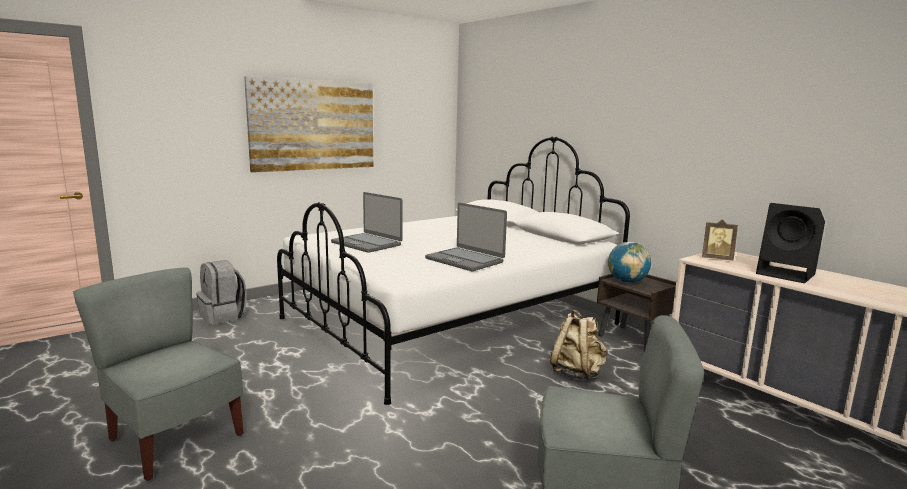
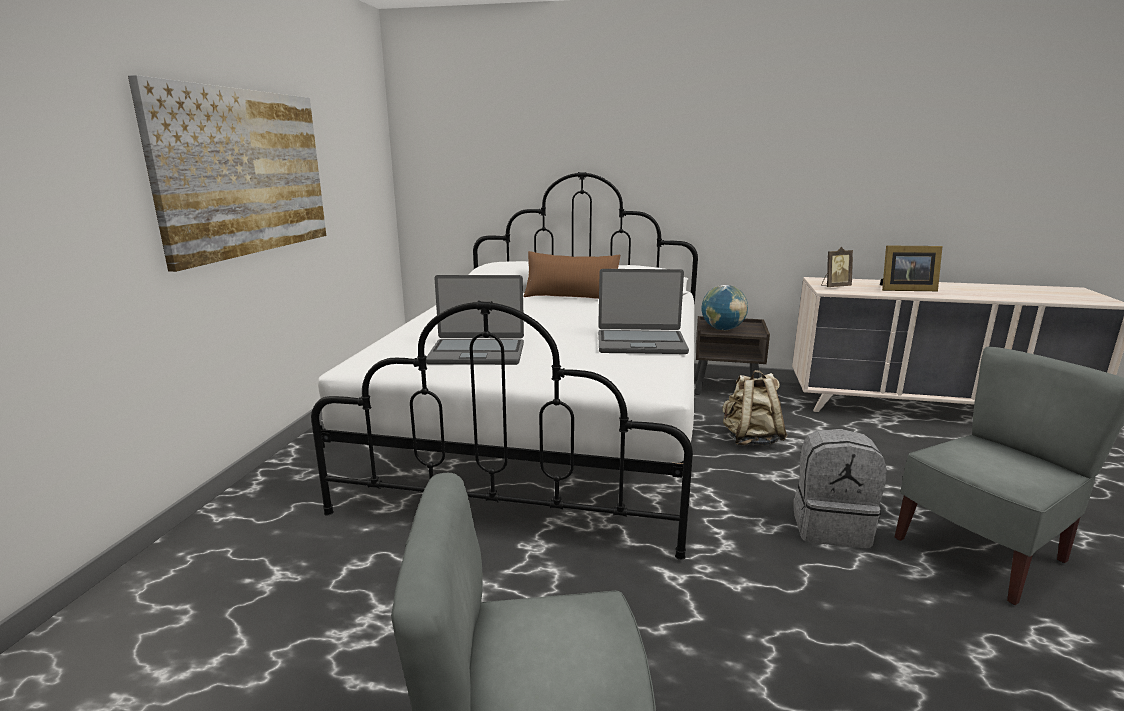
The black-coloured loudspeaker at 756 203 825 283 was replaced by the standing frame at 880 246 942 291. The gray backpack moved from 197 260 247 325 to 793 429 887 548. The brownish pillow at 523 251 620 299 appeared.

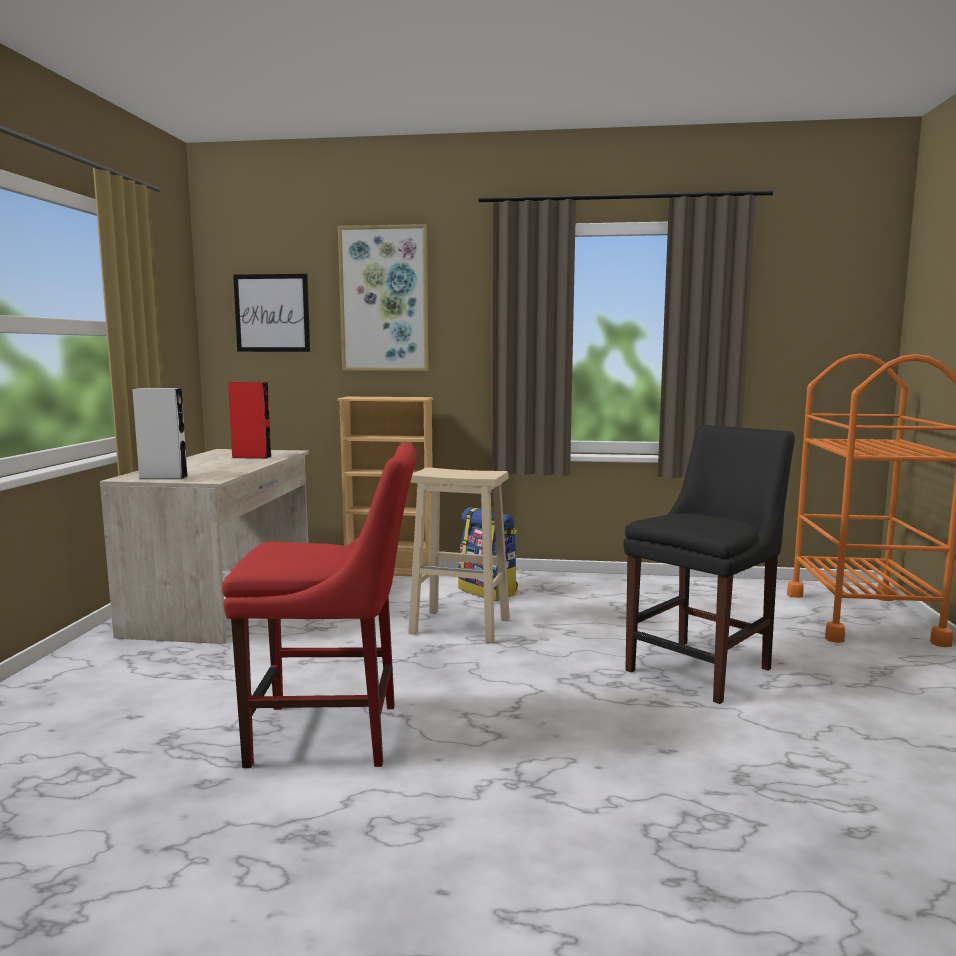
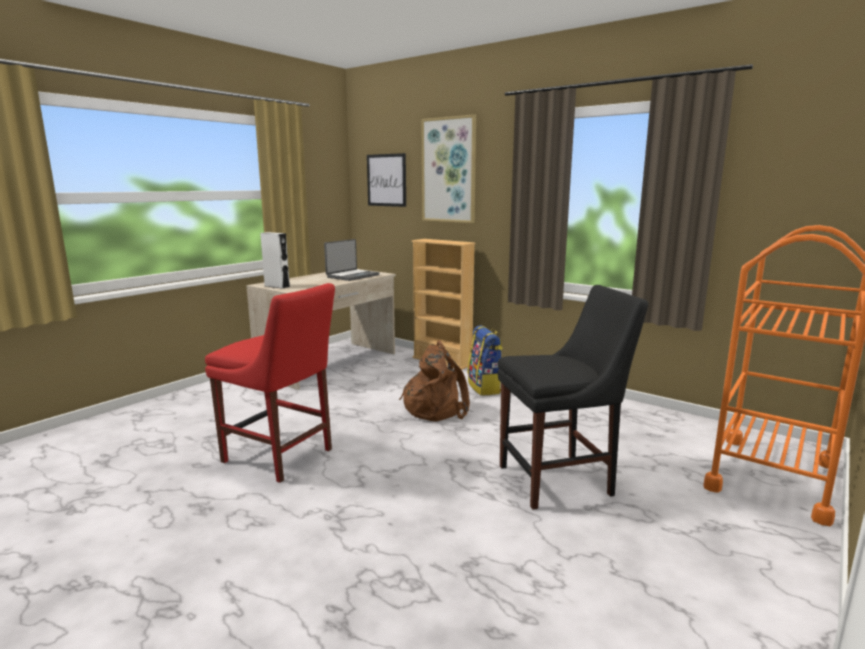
The reddish loudspeaker at 228 382 272 459 was replaced by the laptop at 324 239 379 281. The beige-coloured sitting stool at 408 467 510 643 was replaced by the brownish backpack at 399 340 470 422.

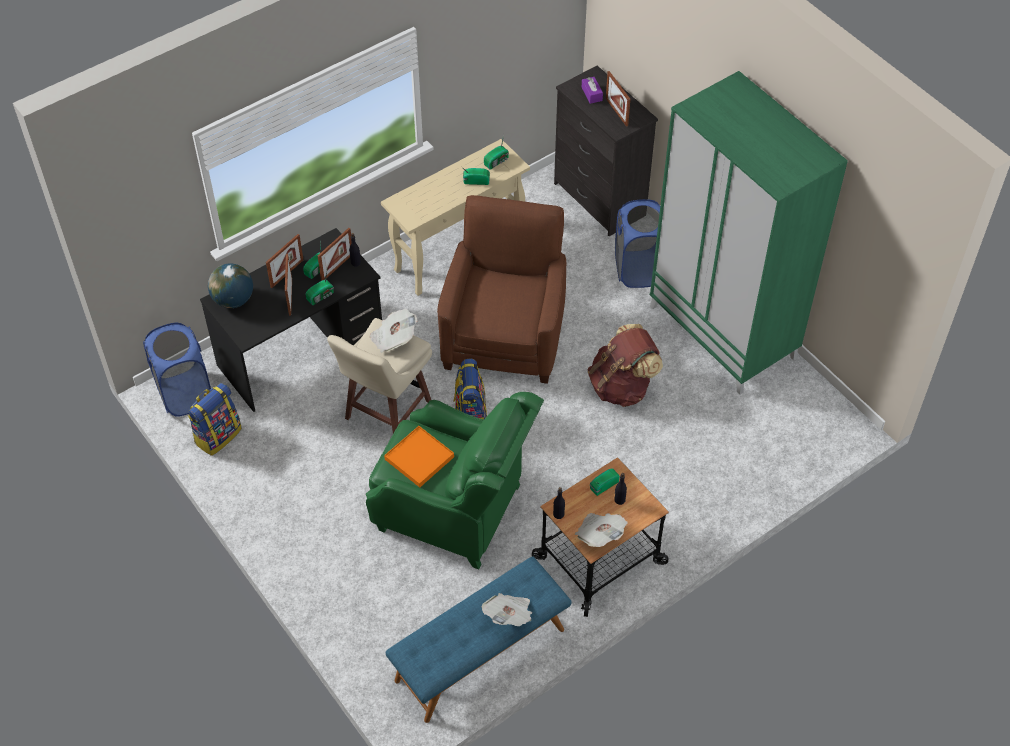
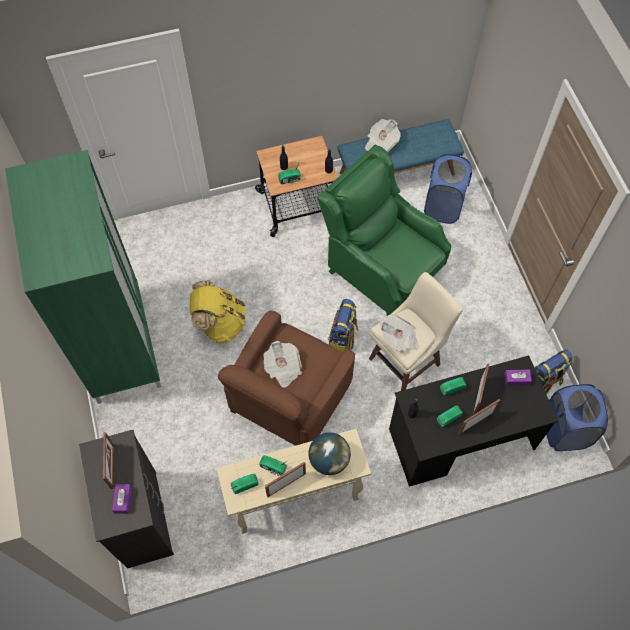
The bluish laundry basket moved from 615 199 660 288 to 424 154 472 224. The standing frame moved from 318 228 352 281 to 265 462 306 497. The globe moved from 208 263 253 308 to 308 432 351 475. The brownish backpack at 587 324 663 407 became the yellow backpack at 190 281 246 343. The orangey carrying tray at 384 426 454 487 disappeared. The daily paper moved from 575 513 628 547 to 263 341 302 388. The purplish box of tissues at 504 369 532 386 appeared.

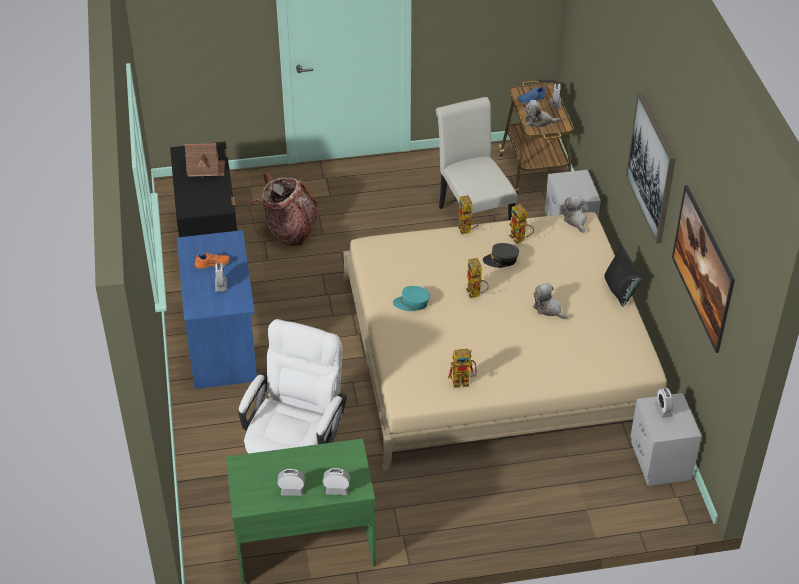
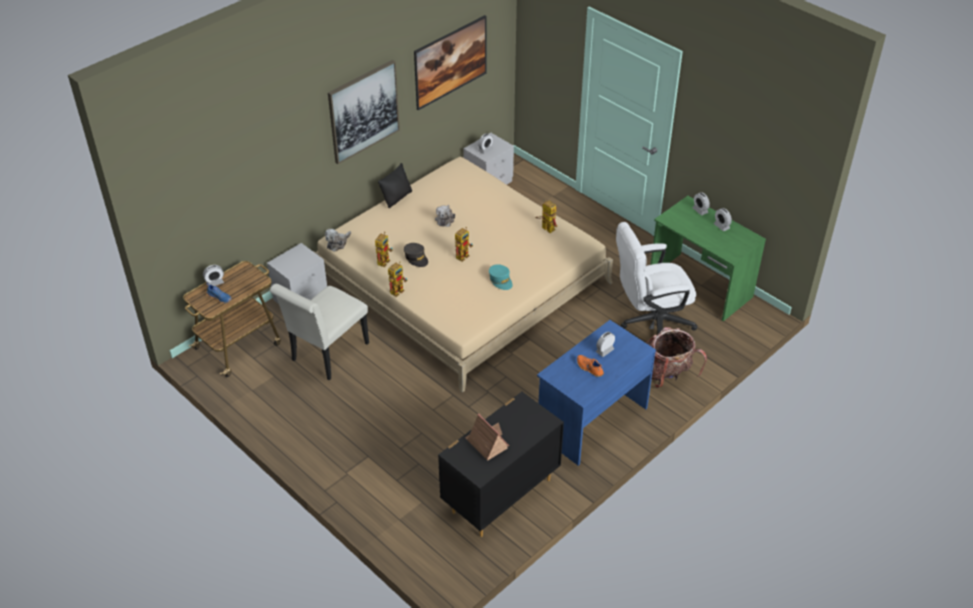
The plush toy at 524 100 561 128 disappeared. The backpack moved from 249 172 318 246 to 646 327 707 388.

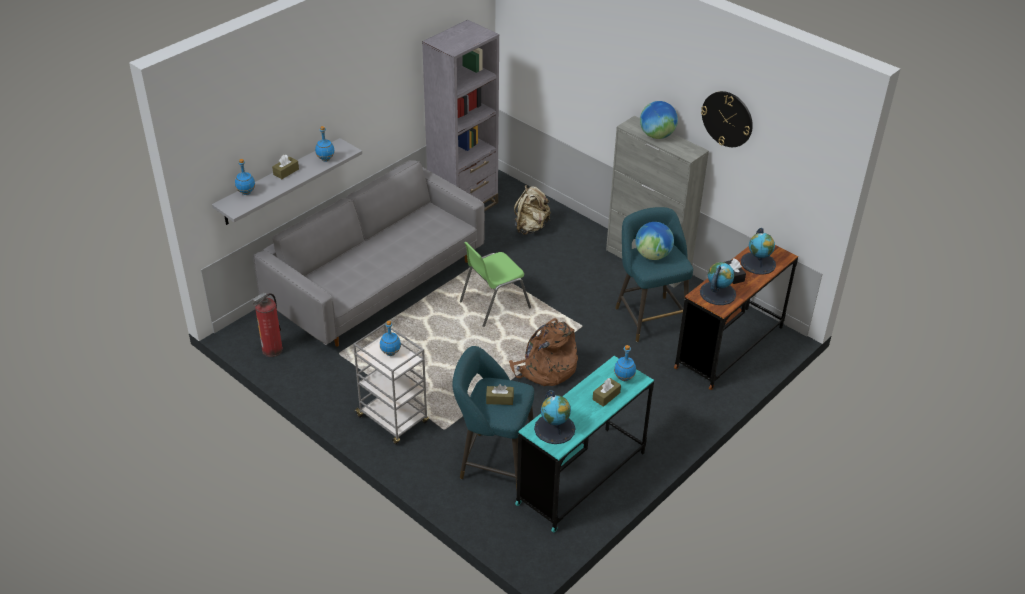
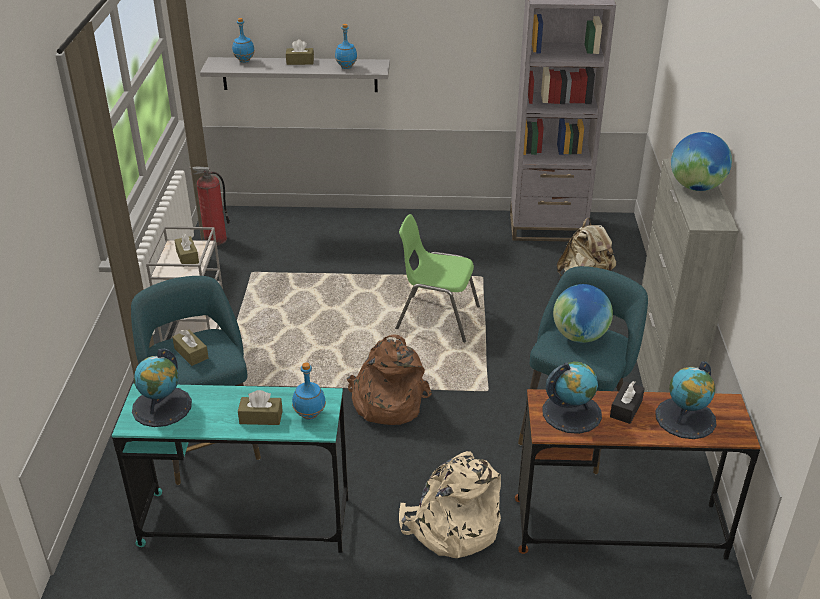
The wall clock at 701 91 753 147 disappeared. The gray sofa at 253 160 485 347 disappeared. The bluish drink bottle at 380 320 401 356 was replaced by the brownish box of tissues at 174 233 199 264. The beige-coloured backpack at 399 451 501 558 appeared.

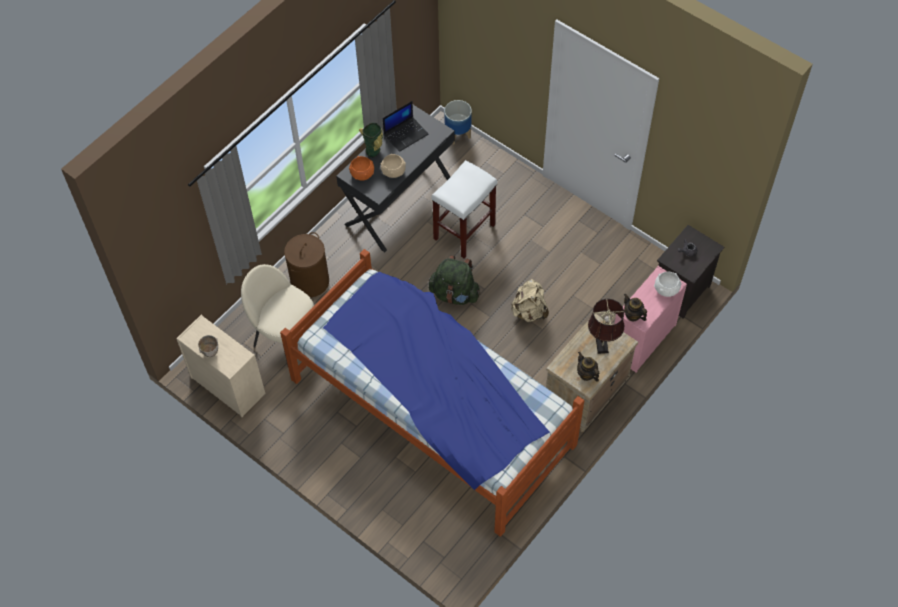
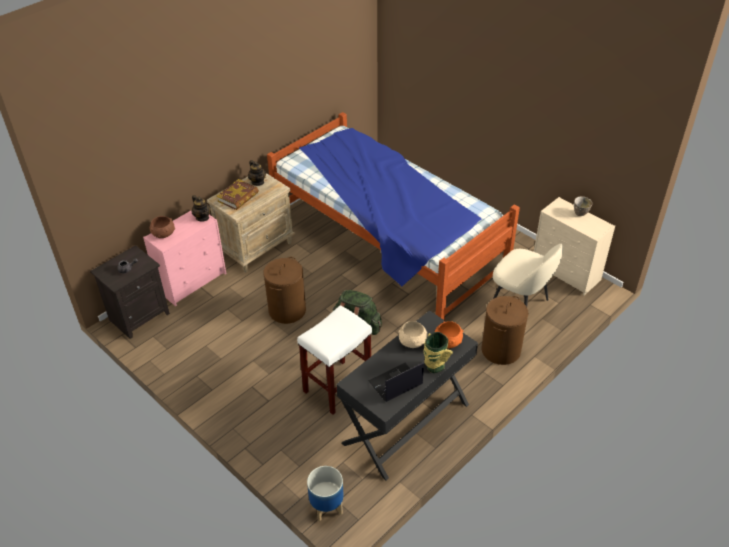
The white-coloured serving bowl at 654 272 682 297 became the brownish serving bowl at 149 216 175 238. The beige-coloured backpack at 511 279 549 322 was replaced by the brownish laundry basket at 263 257 306 324. The brownish tabletop lamp at 588 299 624 354 was replaced by the volume at 217 179 259 210.

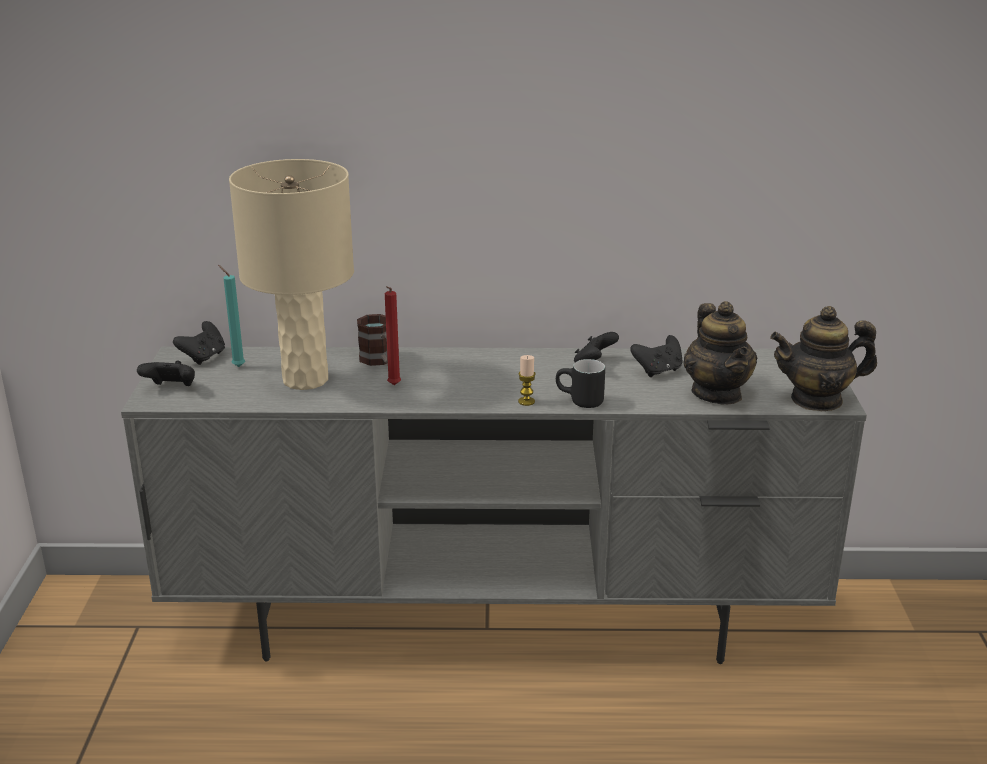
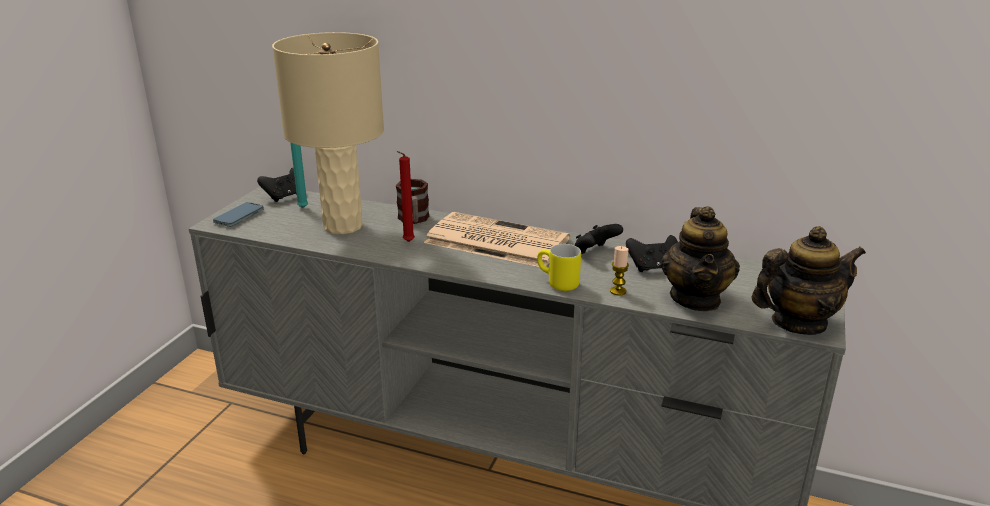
The teapot at 770 306 877 411 turned 150 degrees clockwise. The wax light moved from 518 355 536 406 to 610 246 629 296. The black-coloured tea mug at 556 359 605 408 became the yellow tea mug at 537 244 581 291. The black-coloured gamepad at 137 361 195 386 was replaced by the handset at 213 202 264 227. The daily paper at 424 212 570 267 appeared.

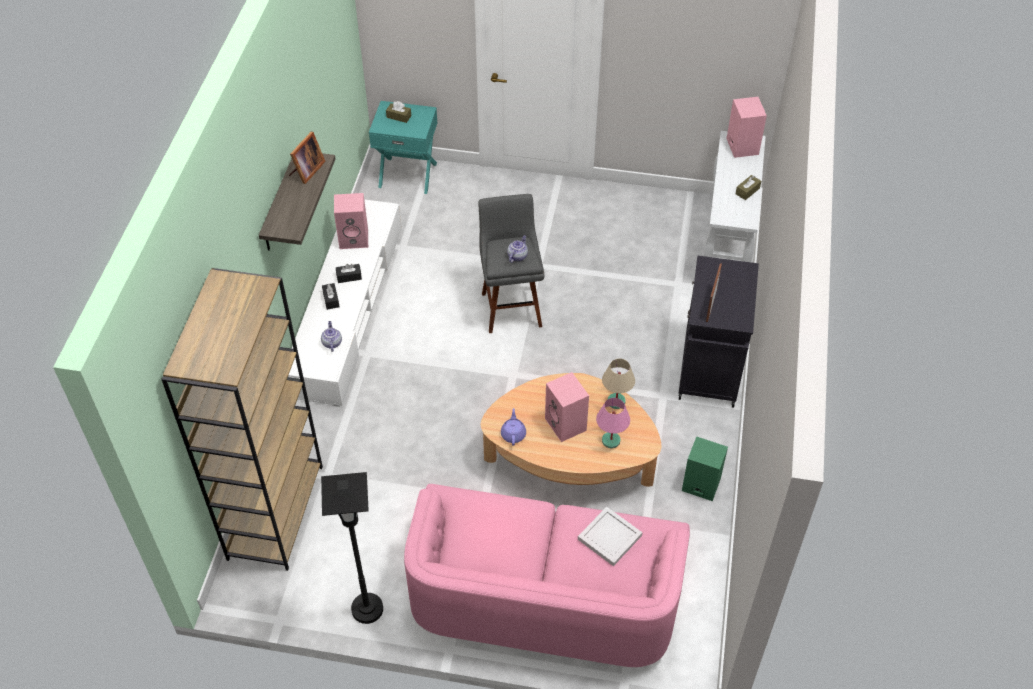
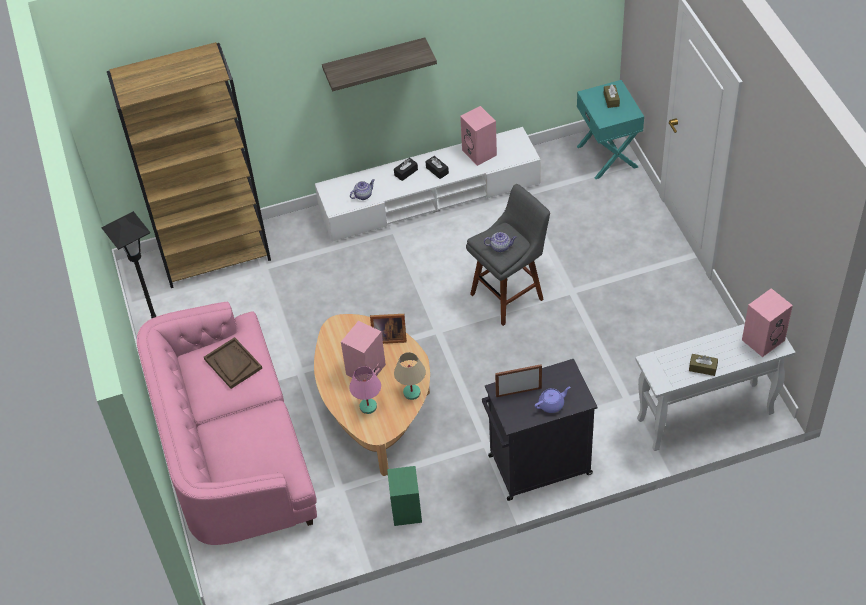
The standing frame moved from 289 132 326 184 to 370 314 407 344. The purplish teapot moved from 501 408 526 445 to 535 387 570 413. The white-coloured carrying tray at 578 507 643 566 disappeared. The brownish carrying tray at 204 337 262 389 appeared.

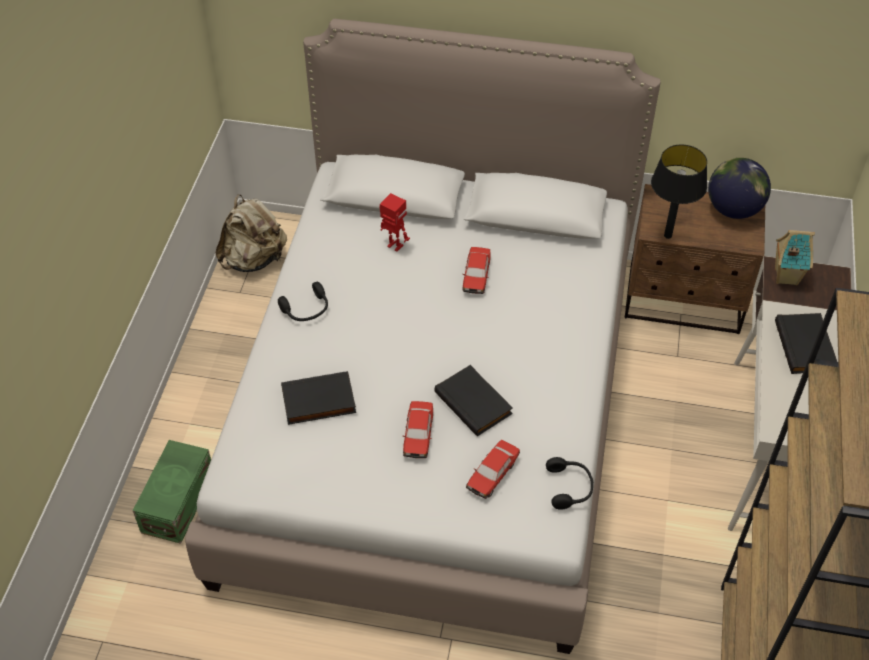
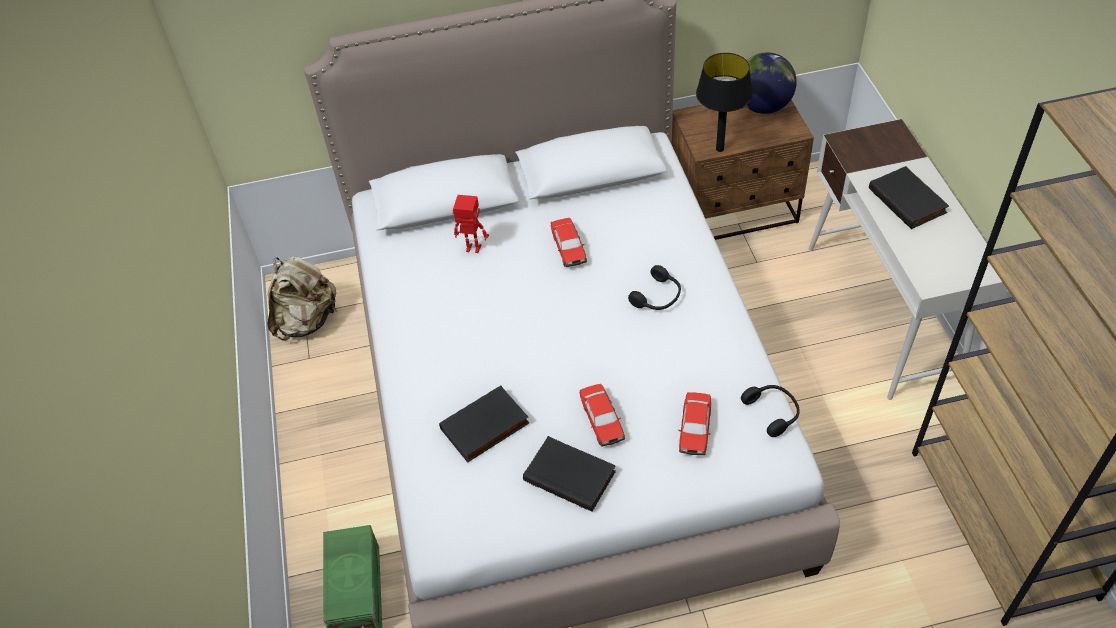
The model house at 775 230 815 286 disappeared. The black-coloured headset moved from 278 282 328 321 to 628 265 681 310. The black-coloured volume moved from 434 365 513 437 to 523 436 616 511.

